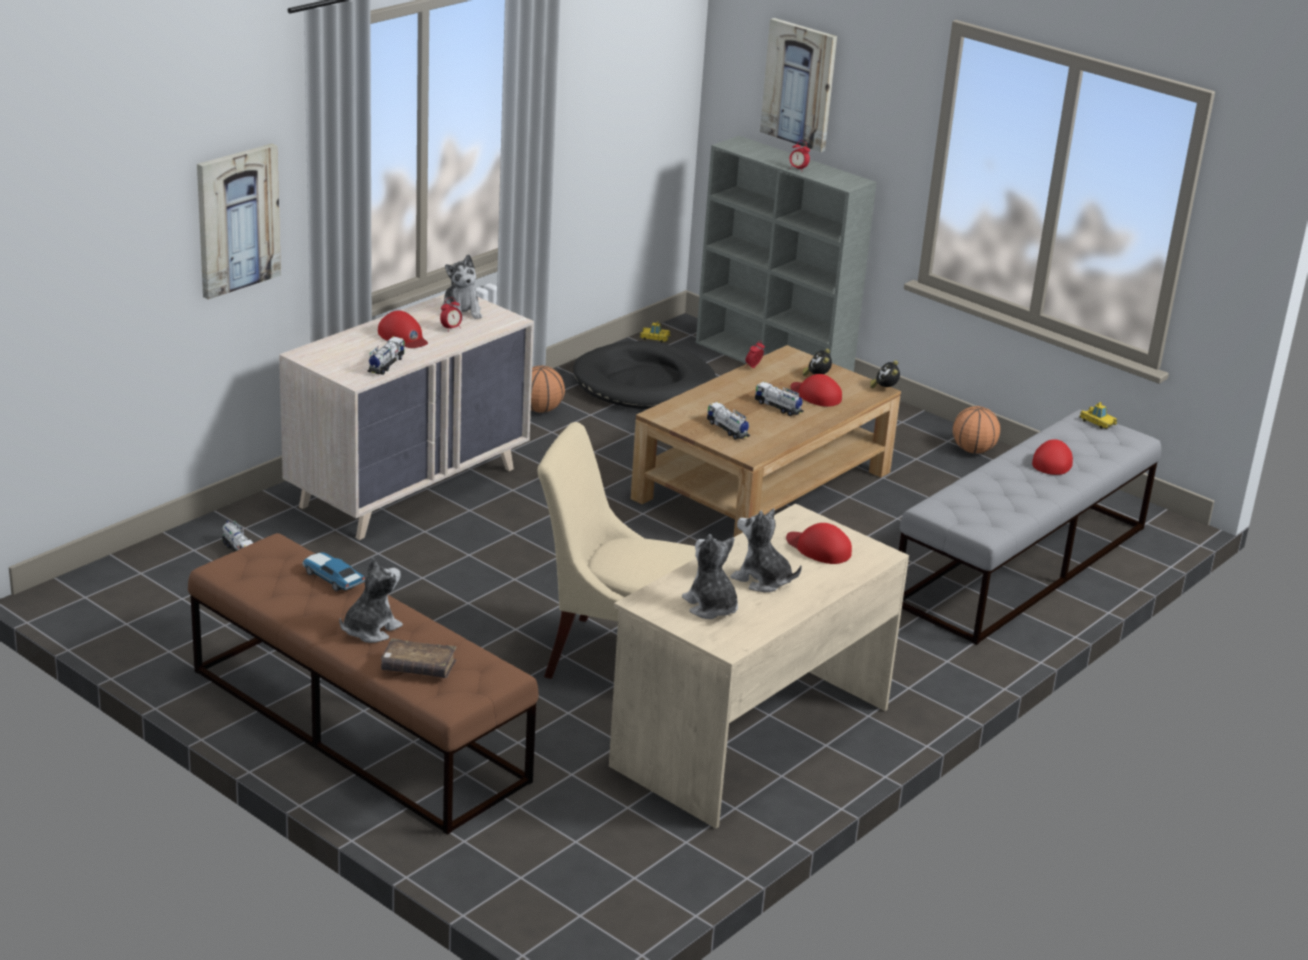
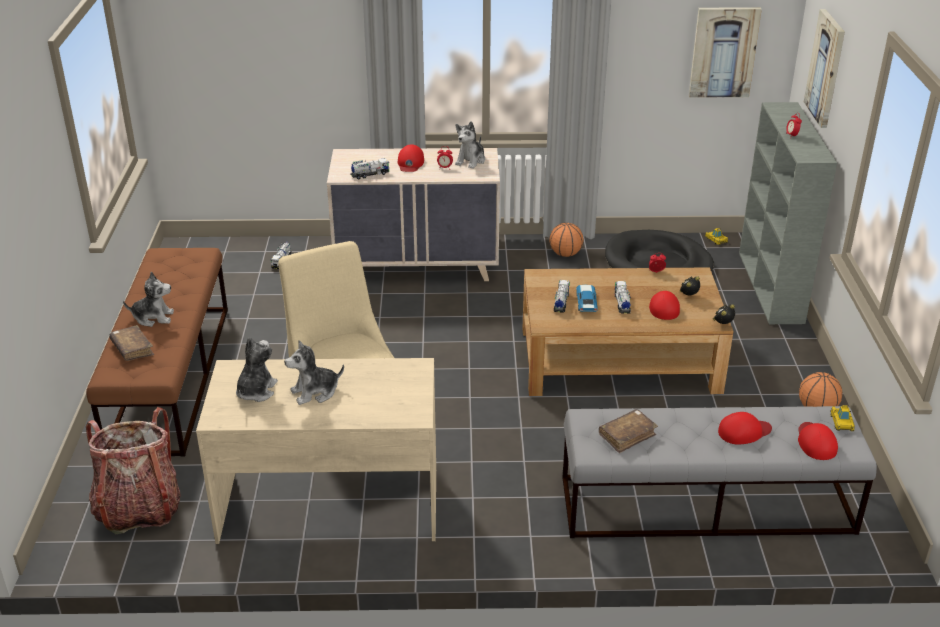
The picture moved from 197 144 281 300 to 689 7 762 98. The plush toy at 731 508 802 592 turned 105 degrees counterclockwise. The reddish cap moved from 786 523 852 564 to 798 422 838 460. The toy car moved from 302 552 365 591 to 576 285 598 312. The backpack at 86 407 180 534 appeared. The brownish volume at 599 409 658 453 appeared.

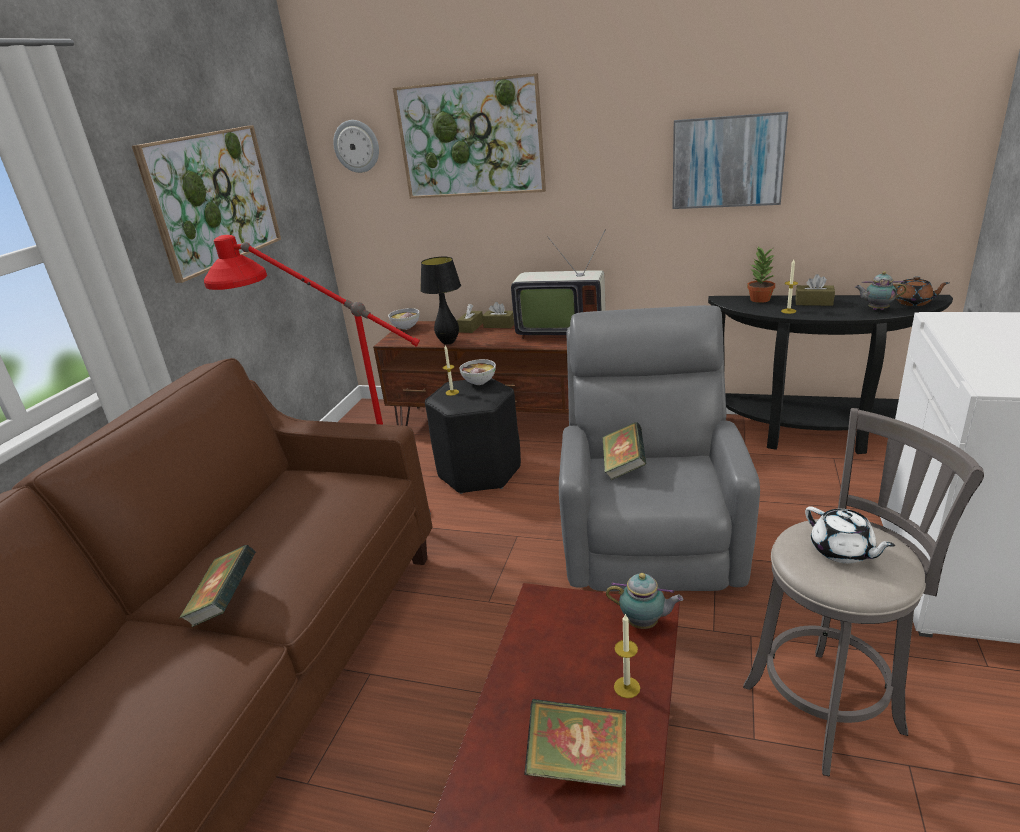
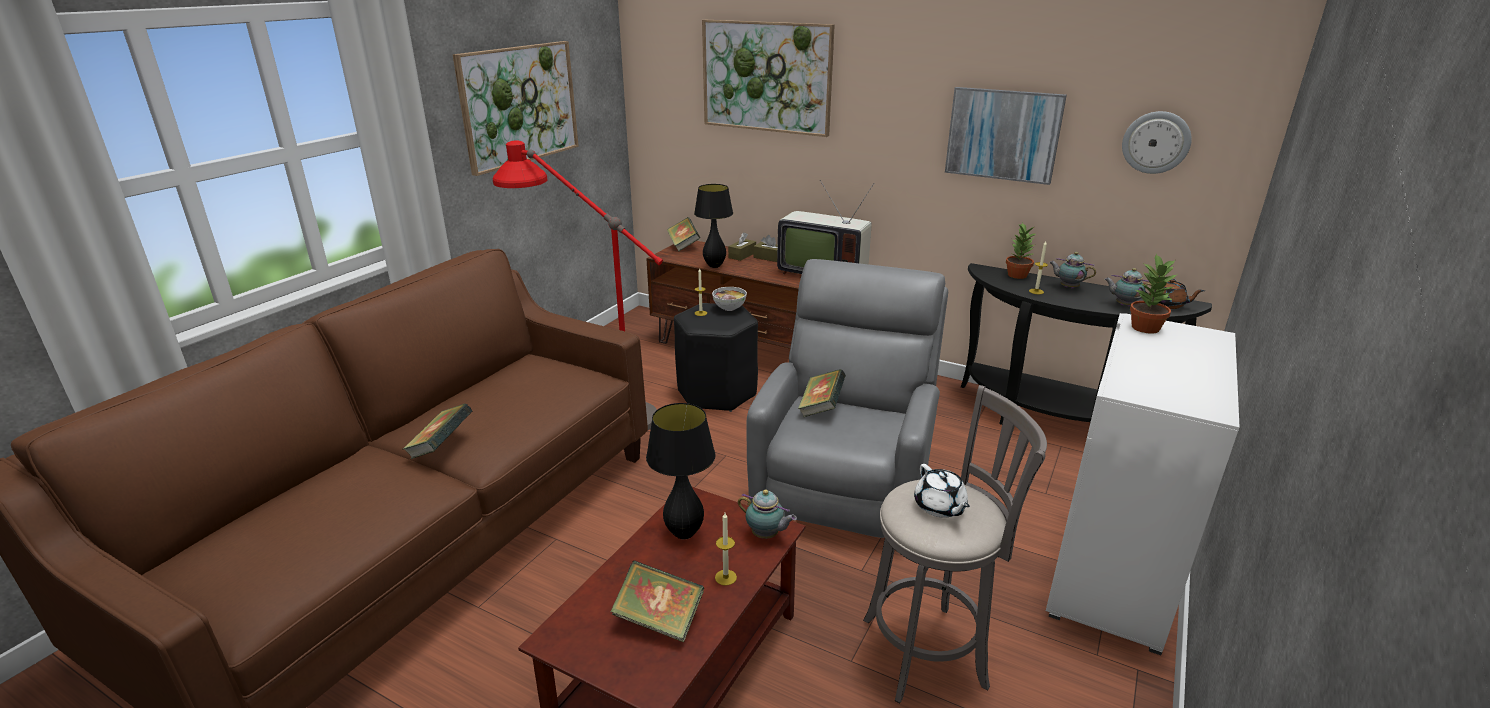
The wall clock moved from 333 120 379 173 to 1122 111 1192 174. The brownish box of tissues at 795 274 835 306 was replaced by the teapot at 1049 252 1096 289. The serving bowl at 388 308 420 330 was replaced by the volume at 667 217 700 251. The plant in a pot at 1130 254 1178 334 appeared. The black-coloured tabletop lamp at 646 403 716 539 appeared.

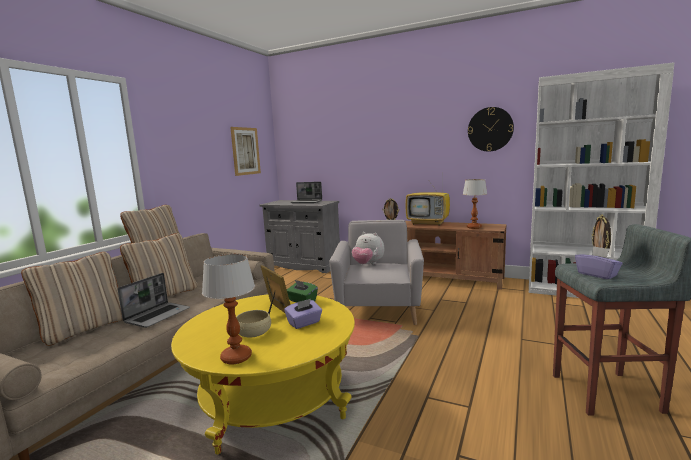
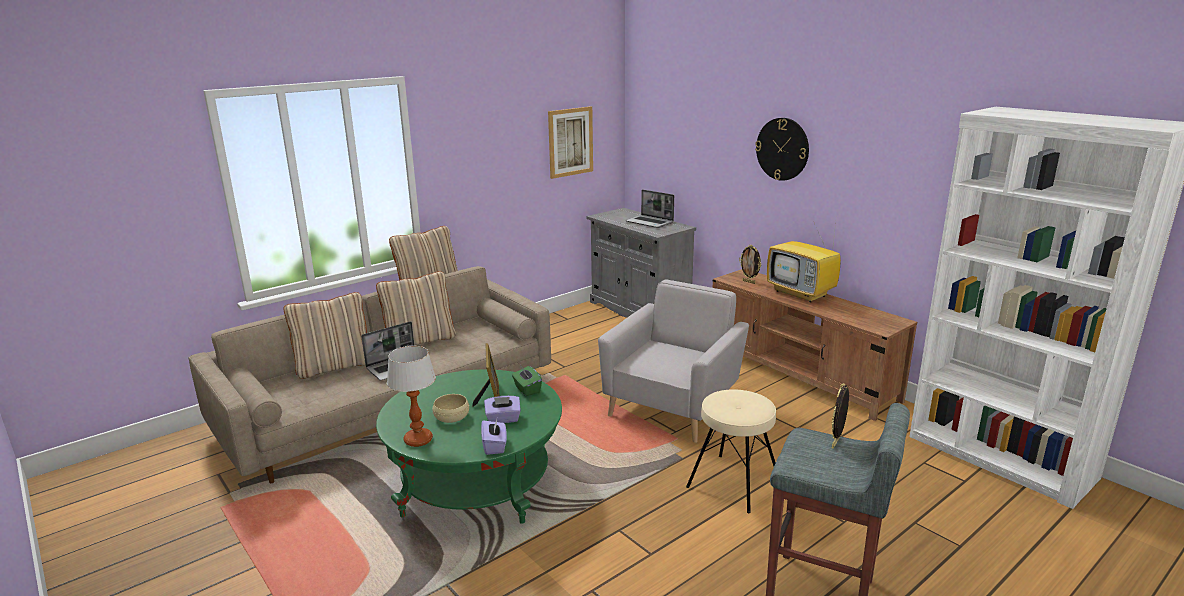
The wall clock moved from 468 107 514 152 to 755 118 809 181. The tabletop lamp at 463 179 487 229 disappeared. The plush toy at 352 232 384 264 disappeared. The purplish box of tissues moved from 575 246 623 279 to 481 419 507 455. The yellow coffee table at 171 294 355 455 became the greenish coffee table at 376 369 562 524. The beige-coloured sitting stool at 686 389 776 513 appeared.

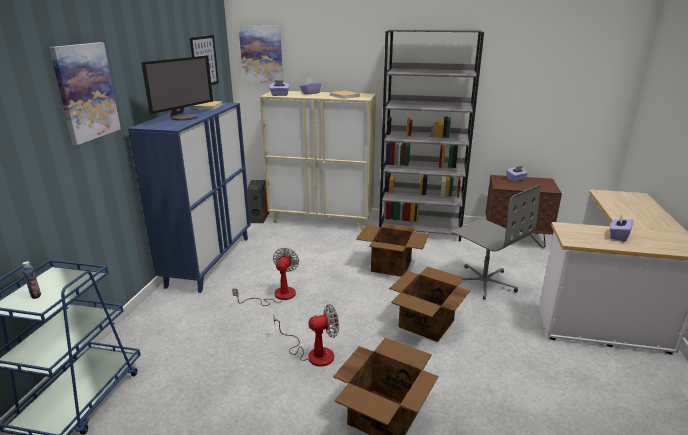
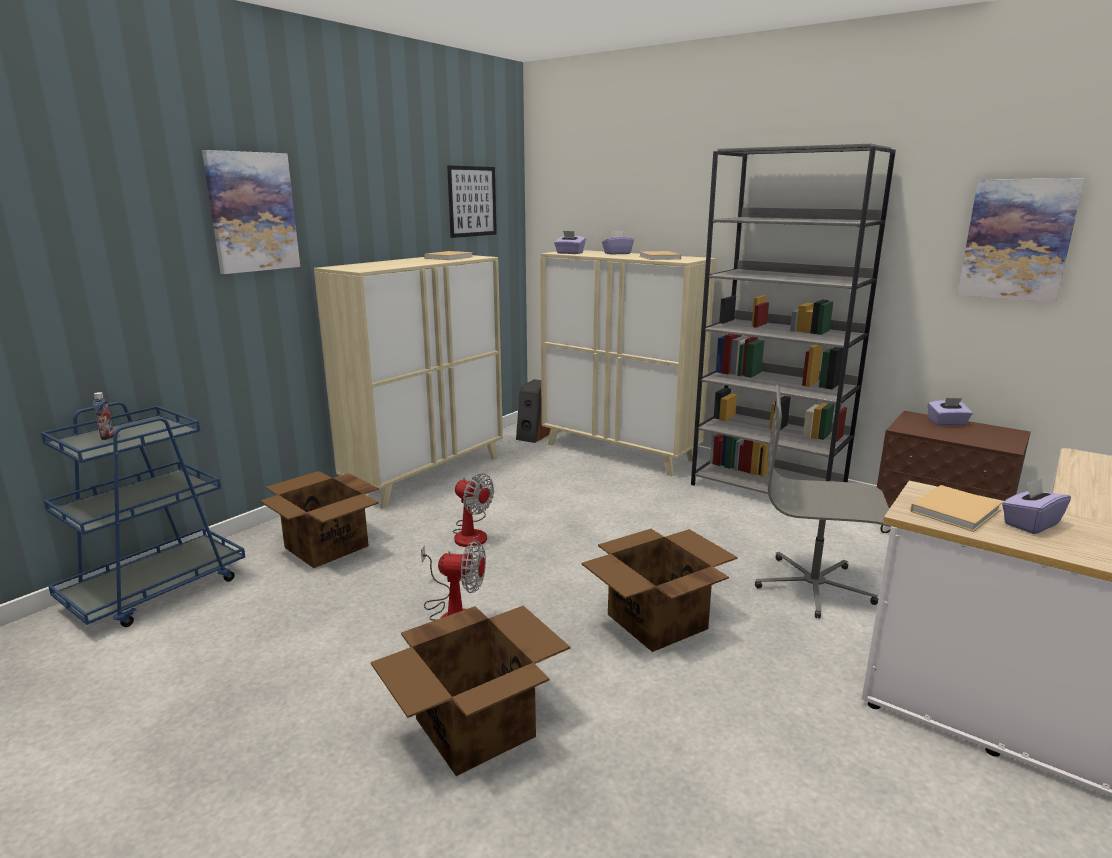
The picture moved from 238 25 283 84 to 957 179 1084 303. The computer screen at 141 55 213 121 disappeared. The bluish cabinet at 128 102 251 293 became the beige-coloured cabinet at 314 255 503 509. The gray office chair at 451 185 541 300 turned 120 degrees clockwise. The cardboard box moved from 356 223 429 277 to 260 471 379 568. The electric fan at 232 248 299 306 turned 90 degrees clockwise. The beige-coloured volume at 910 485 1002 532 appeared.

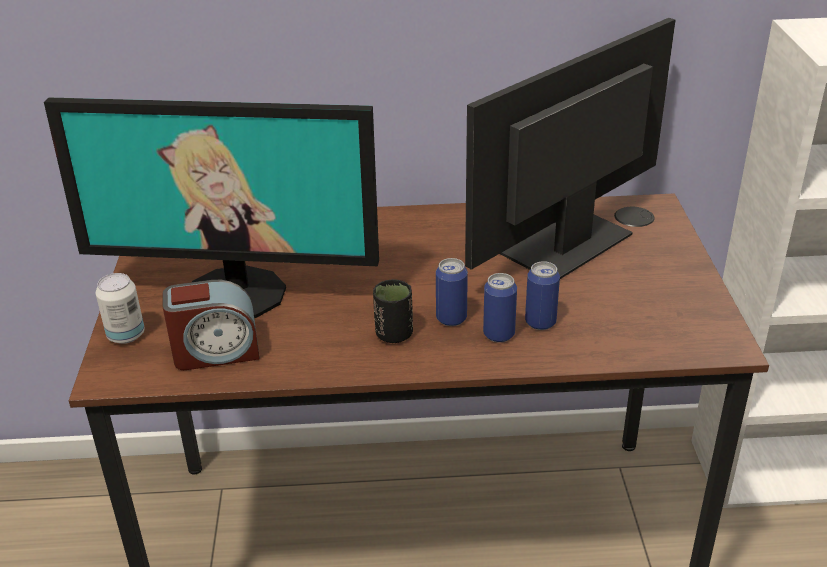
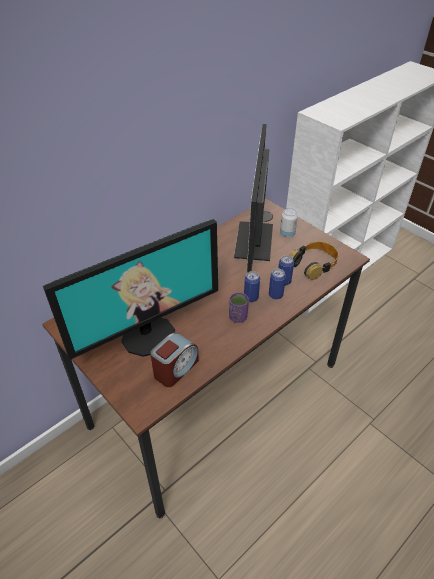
The metal can moved from 96 273 145 344 to 280 208 298 237. The black-coloured small cup at 373 279 413 343 became the purplish small cup at 229 292 249 323. The headset at 289 241 338 280 appeared.

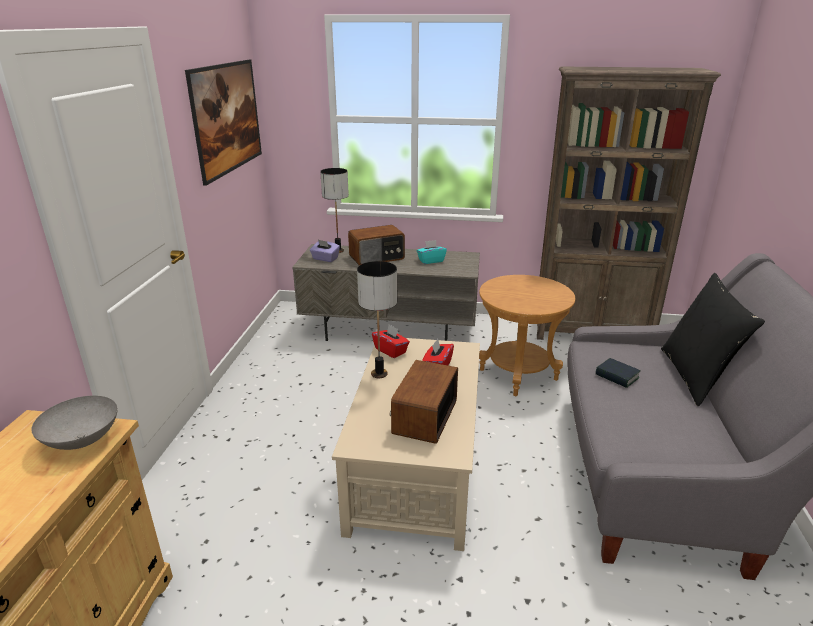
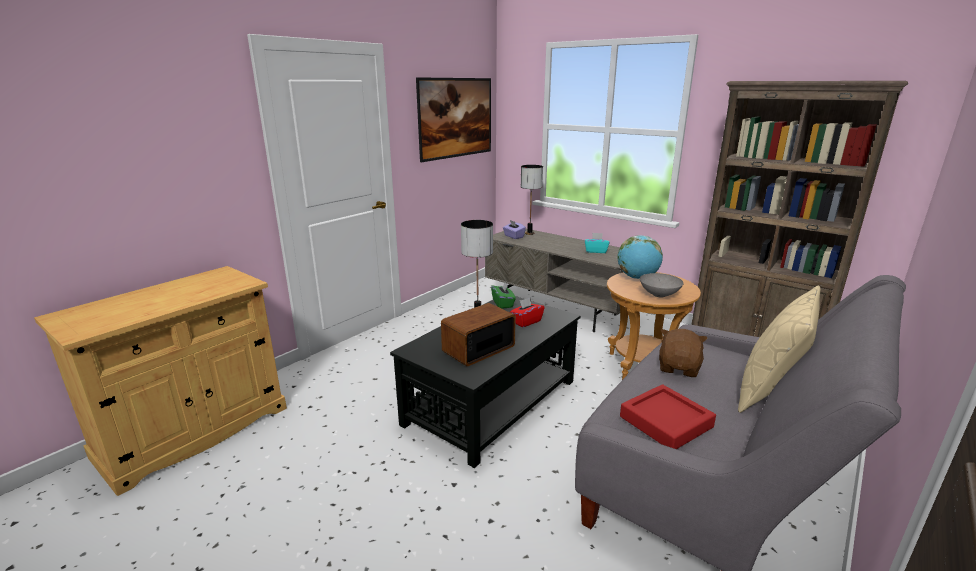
The radio set at 348 225 405 265 disappeared. The black-coloured pillow at 661 273 765 406 became the beige-coloured pillow at 738 286 820 413. The reddish box of tissues at 372 324 410 358 became the greenish box of tissues at 491 282 516 309. The beige-coloured coffee table at 332 338 480 551 became the black-coloured coffee table at 390 296 581 468. The volume at 596 358 641 388 was replaced by the brownish plush toy at 659 329 707 377. The gray serving bowl moved from 31 396 118 450 to 640 273 684 297. The globe at 617 235 663 279 appeared. The reddish carrying tray at 620 384 716 449 appeared.

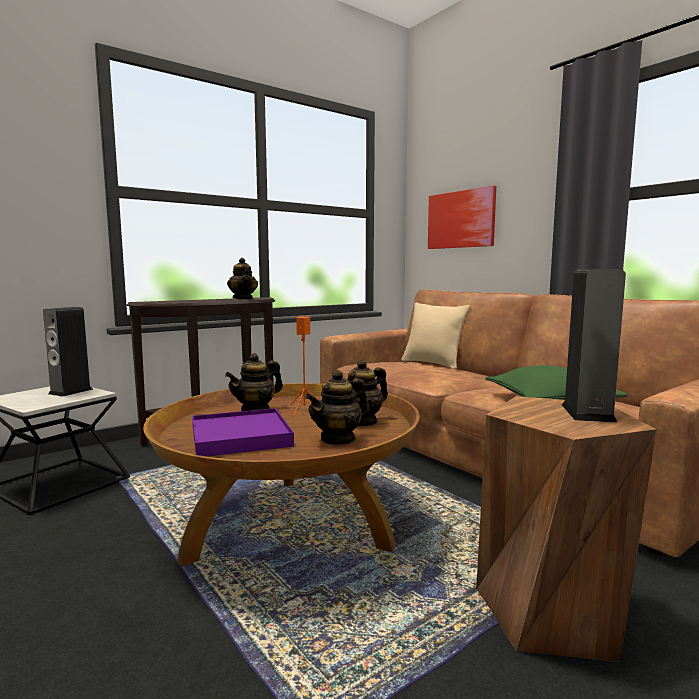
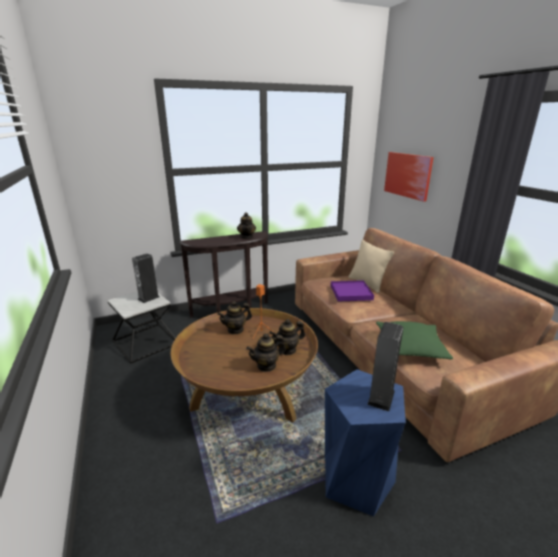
The brownish sitting stool at 476 396 657 662 became the bluish sitting stool at 325 369 406 516. The purplish carrying tray moved from 192 408 294 457 to 331 280 374 301.

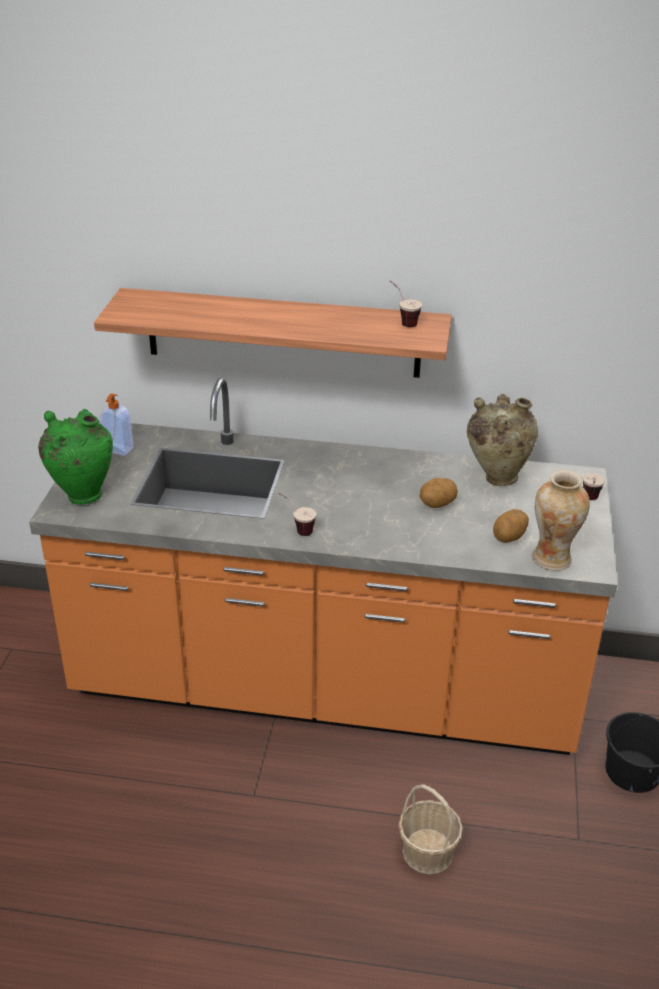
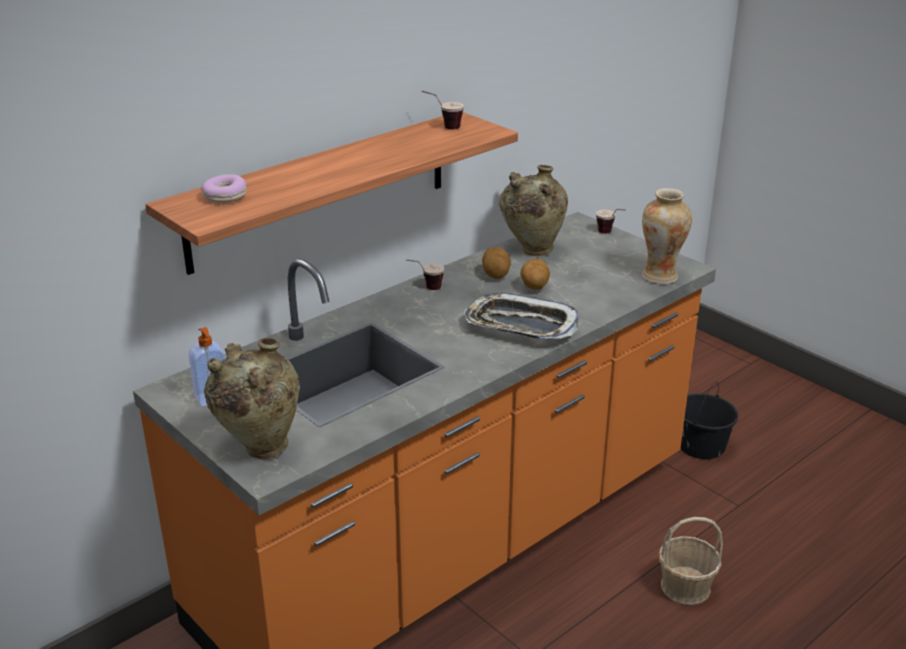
The greenish vase at 38 409 113 504 became the beige-coloured vase at 204 338 300 459. The small cup moved from 278 493 316 536 to 406 259 444 290. The whole potato moved from 493 509 529 543 to 482 248 511 279. The doughnut at 201 174 247 203 appeared. The carrying tray at 464 292 578 339 appeared.

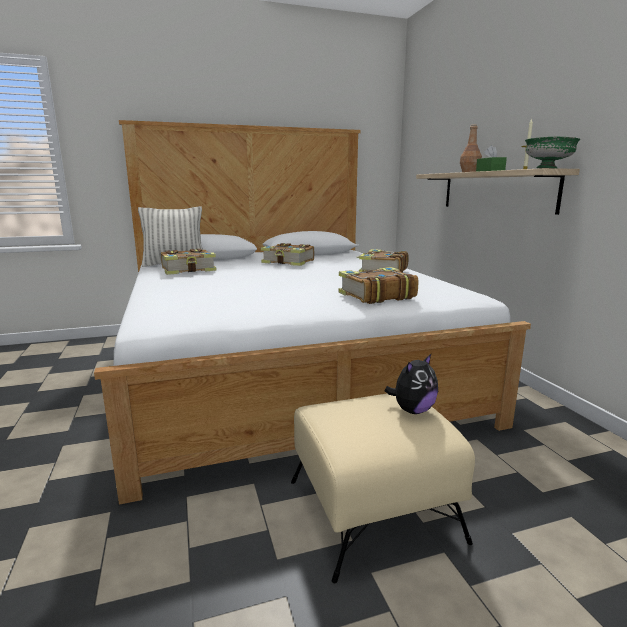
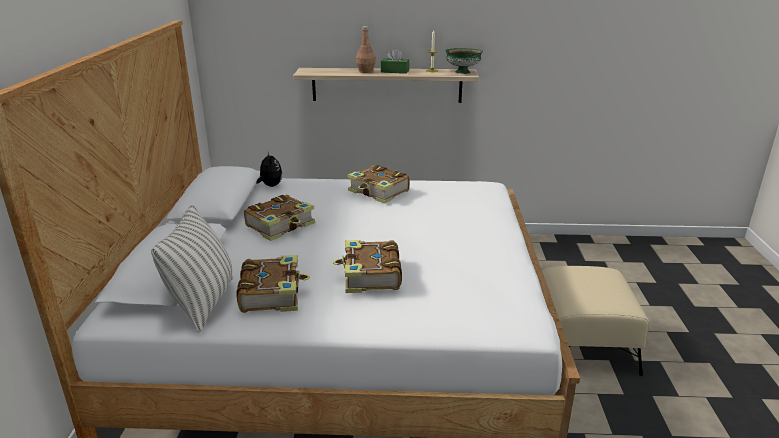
The volume moved from 338 267 418 304 to 333 240 402 293. The plush toy moved from 385 354 438 414 to 256 151 282 187.

